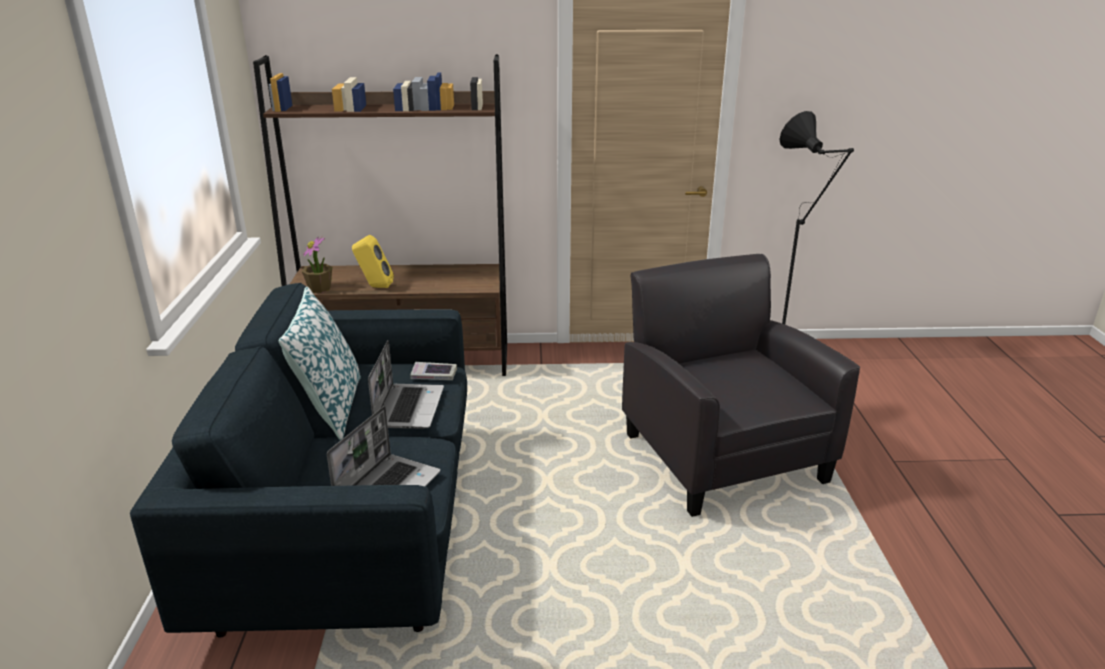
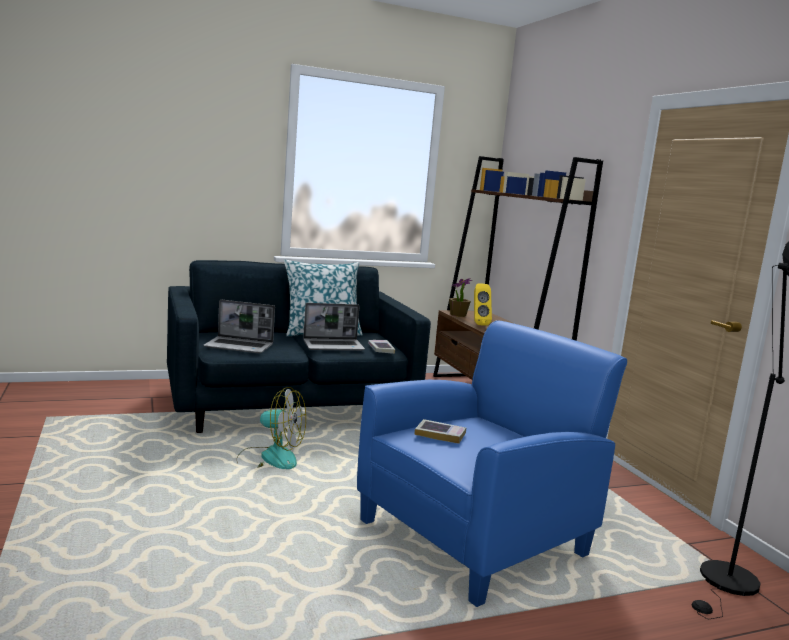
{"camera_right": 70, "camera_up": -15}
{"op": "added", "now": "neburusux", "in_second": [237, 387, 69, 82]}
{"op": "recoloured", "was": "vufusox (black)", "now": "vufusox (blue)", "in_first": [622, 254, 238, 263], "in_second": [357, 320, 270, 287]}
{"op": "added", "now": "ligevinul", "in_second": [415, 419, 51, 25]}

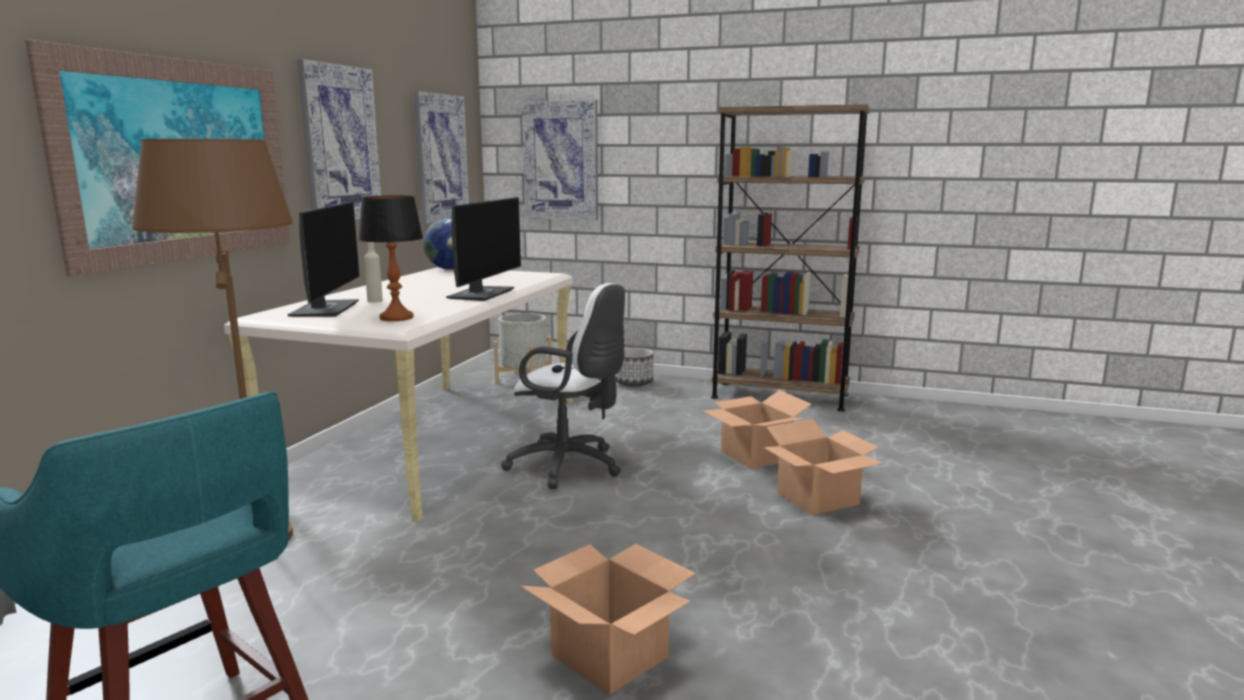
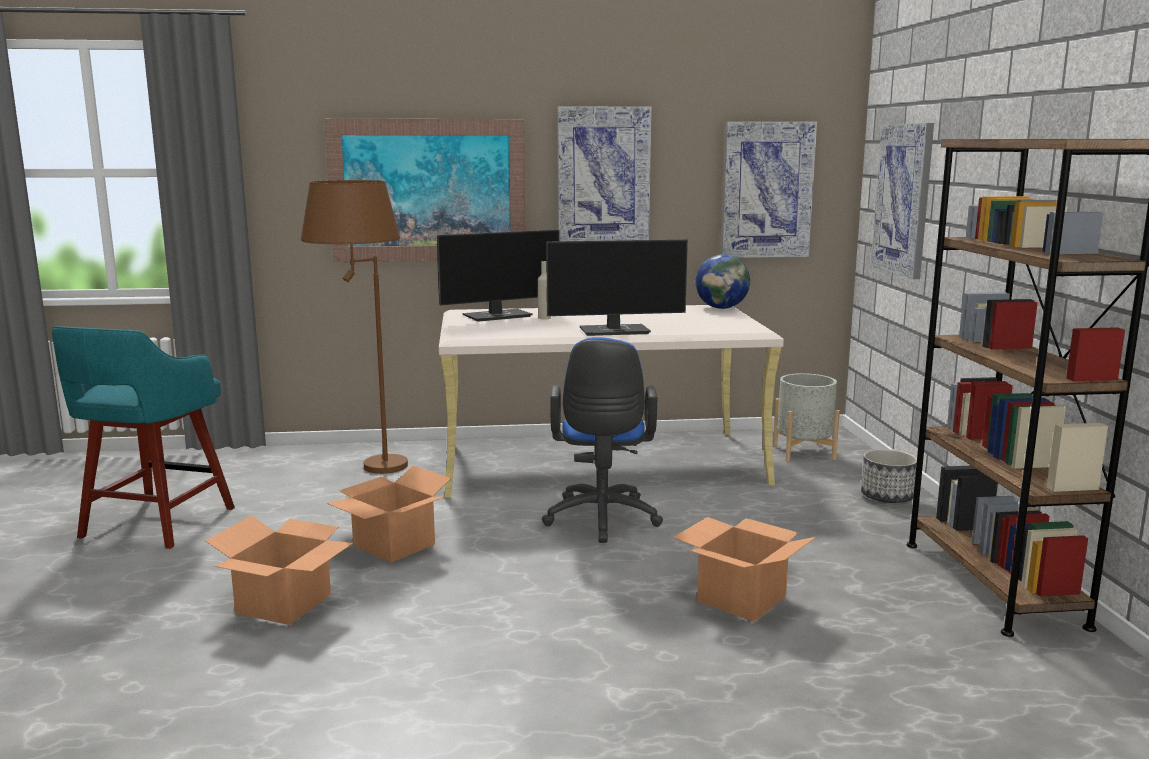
{"camera_right": 65, "camera_up": 0}
{"op": "moved", "was": "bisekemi", "in_first": [763, 419, 120, 96], "in_second": [327, 466, 124, 97]}
{"op": "recoloured", "was": "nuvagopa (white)", "now": "nuvagopa (blue)", "in_first": [501, 283, 124, 206], "in_second": [542, 337, 121, 206]}
{"op": "removed", "was": "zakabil", "in_first": [358, 195, 65, 126]}

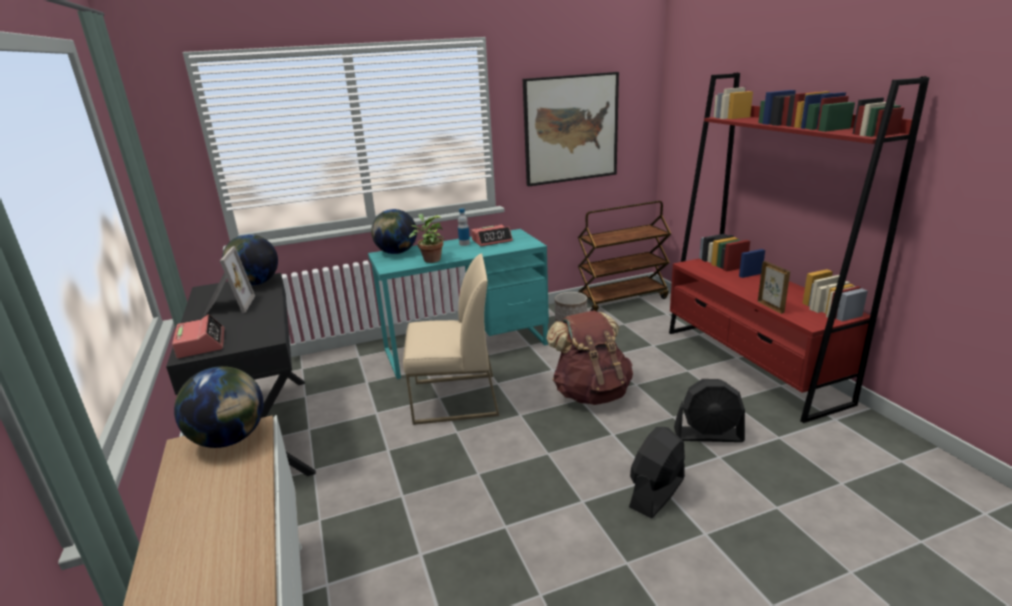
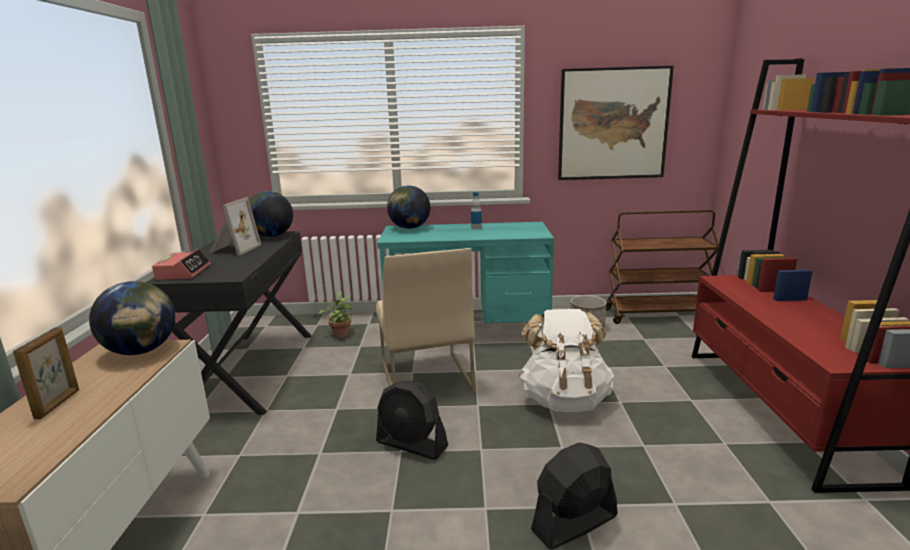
{"camera_right": 20, "camera_up": -5}
{"op": "moved", "was": "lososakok", "in_first": [758, 261, 32, 53], "in_second": [13, 327, 66, 92]}
{"op": "moved", "was": "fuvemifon", "in_first": [409, 214, 35, 49], "in_second": [319, 292, 33, 46]}
{"op": "turned", "was": "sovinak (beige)", "in_first": [403, 254, 96, 171], "in_second": [376, 248, 100, 144], "clockwise": 60}
{"op": "moved", "was": "neburusux (black)", "in_first": [674, 379, 71, 63], "in_second": [376, 381, 72, 79]}
{"op": "recoloured", "was": "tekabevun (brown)", "now": "tekabevun (white)", "in_first": [546, 310, 87, 95], "in_second": [519, 309, 95, 103]}
{"op": "removed", "was": "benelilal", "in_first": [471, 224, 42, 22]}

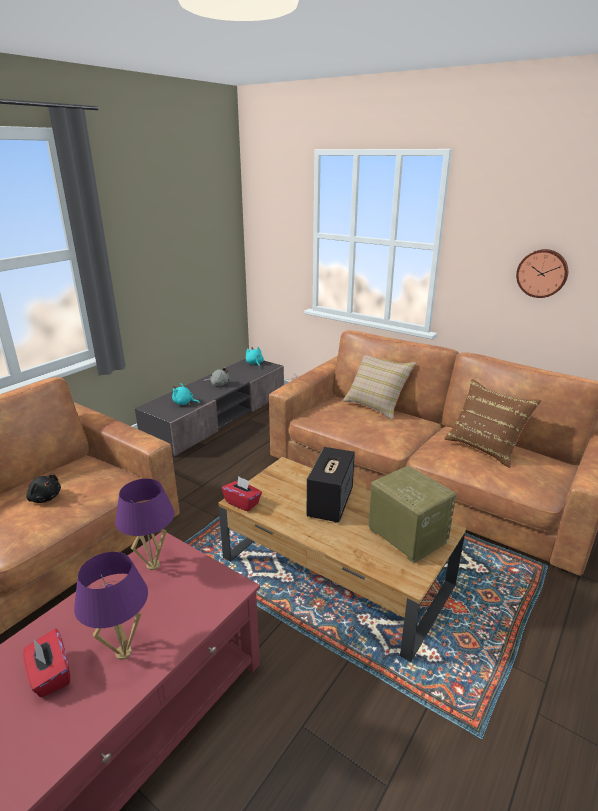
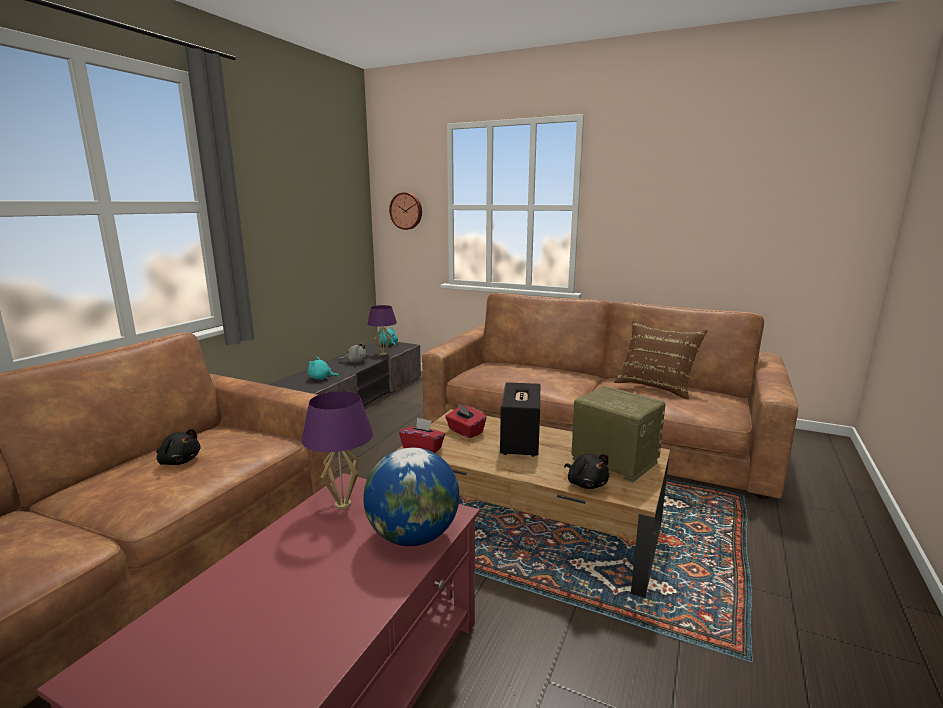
{"camera_right": -10, "camera_up": -10}
{"op": "added", "now": "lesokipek", "in_second": [363, 447, 96, 99]}
{"op": "moved", "was": "zakabil (purple)", "in_first": [74, 552, 74, 108], "in_second": [368, 305, 29, 50]}
{"op": "moved", "was": "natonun", "in_first": [516, 249, 52, 49], "in_second": [389, 192, 33, 38]}
{"op": "moved", "was": "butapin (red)", "in_first": [23, 629, 47, 68], "in_second": [445, 403, 41, 35]}
{"op": "added", "now": "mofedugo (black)", "in_second": [564, 454, 45, 35]}
{"op": "removed", "was": "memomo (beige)", "in_first": [343, 355, 73, 65]}

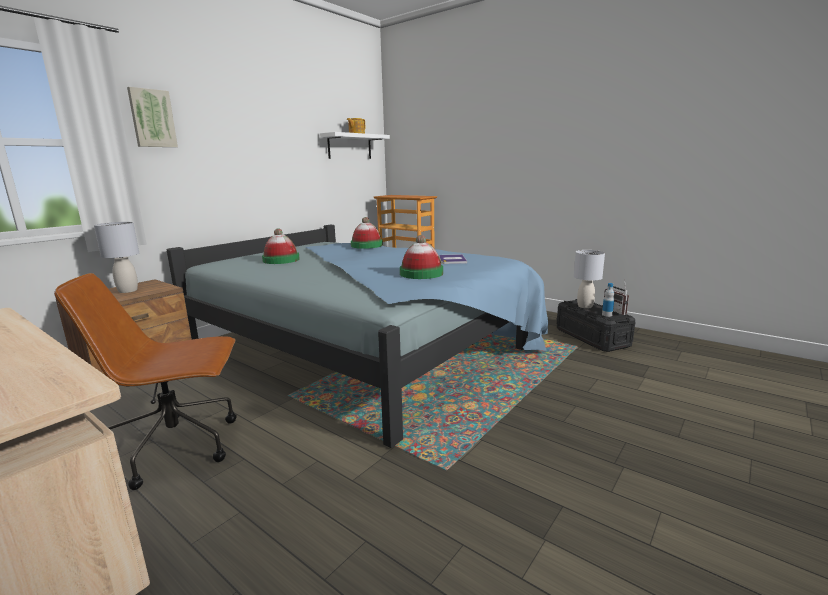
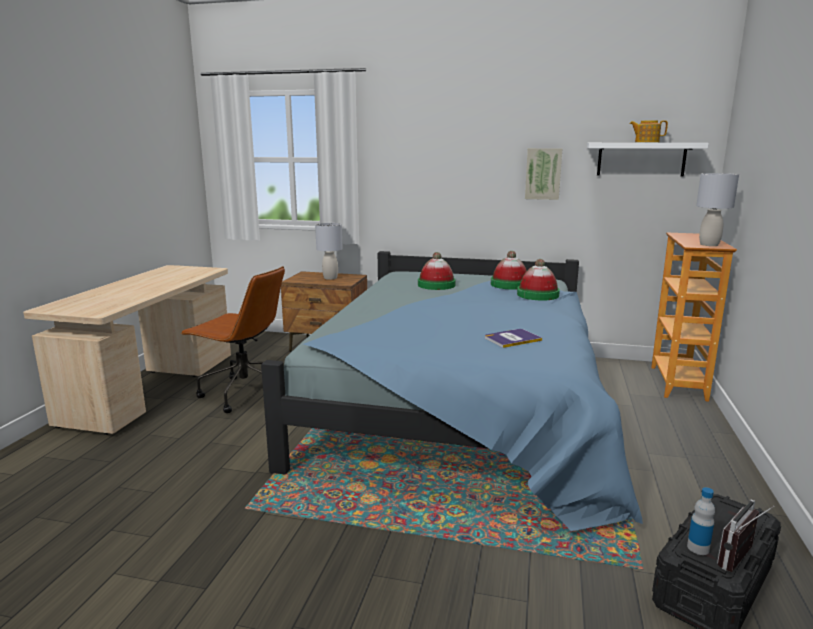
{"camera_right": 65, "camera_up": 0}
{"op": "turned", "was": "nuvagopa (brown)", "in_first": [54, 273, 183, 217], "in_second": [180, 266, 105, 147], "clockwise": 150}
{"op": "moved", "was": "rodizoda", "in_first": [400, 235, 43, 44], "in_second": [491, 251, 36, 39]}
{"op": "moved", "was": "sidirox", "in_first": [127, 87, 51, 60], "in_second": [525, 148, 38, 52]}
{"op": "moved", "was": "zakabil (grey)", "in_first": [574, 250, 31, 59], "in_second": [696, 173, 43, 73]}

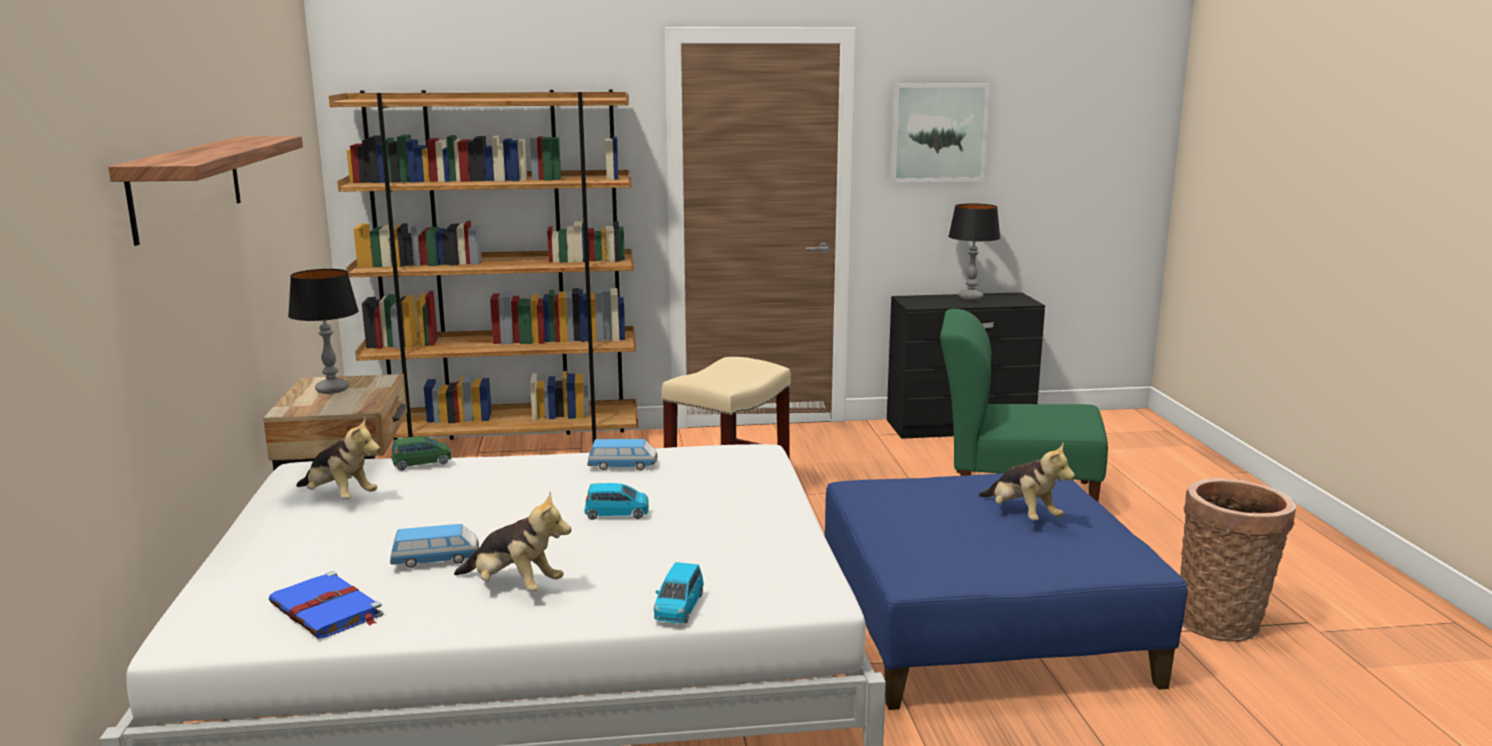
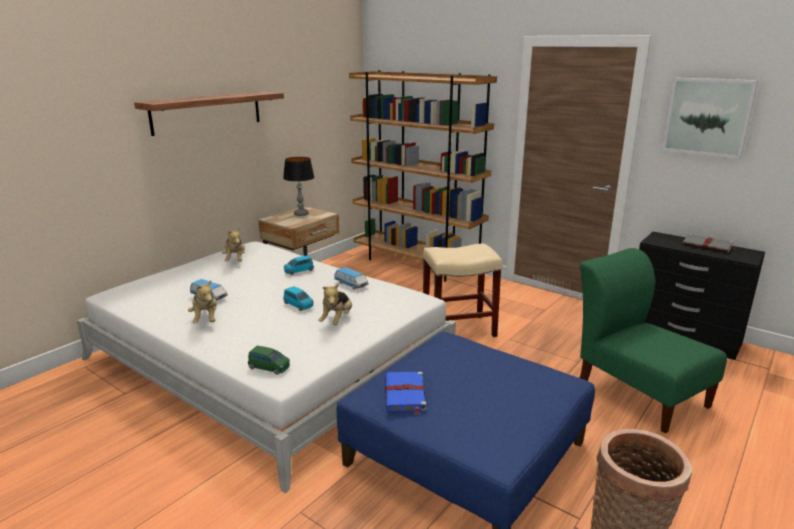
{"camera_right": 45, "camera_up": 5}
{"op": "moved", "was": "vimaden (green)", "in_first": [391, 436, 60, 35], "in_second": [248, 346, 42, 29]}
{"op": "moved", "was": "vimaden (blue)", "in_first": [654, 562, 49, 61], "in_second": [284, 256, 30, 19]}
{"op": "moved", "was": "mofedugo", "in_first": [979, 442, 96, 78], "in_second": [318, 283, 34, 42]}
{"op": "moved", "was": "ligevinul (blue)", "in_first": [269, 571, 115, 68], "in_second": [385, 372, 42, 42]}
{"op": "replaced", "was": "zakabil", "now": "ligevinul (grey)", "in_first": [948, 203, 53, 97], "in_second": [682, 234, 54, 19]}

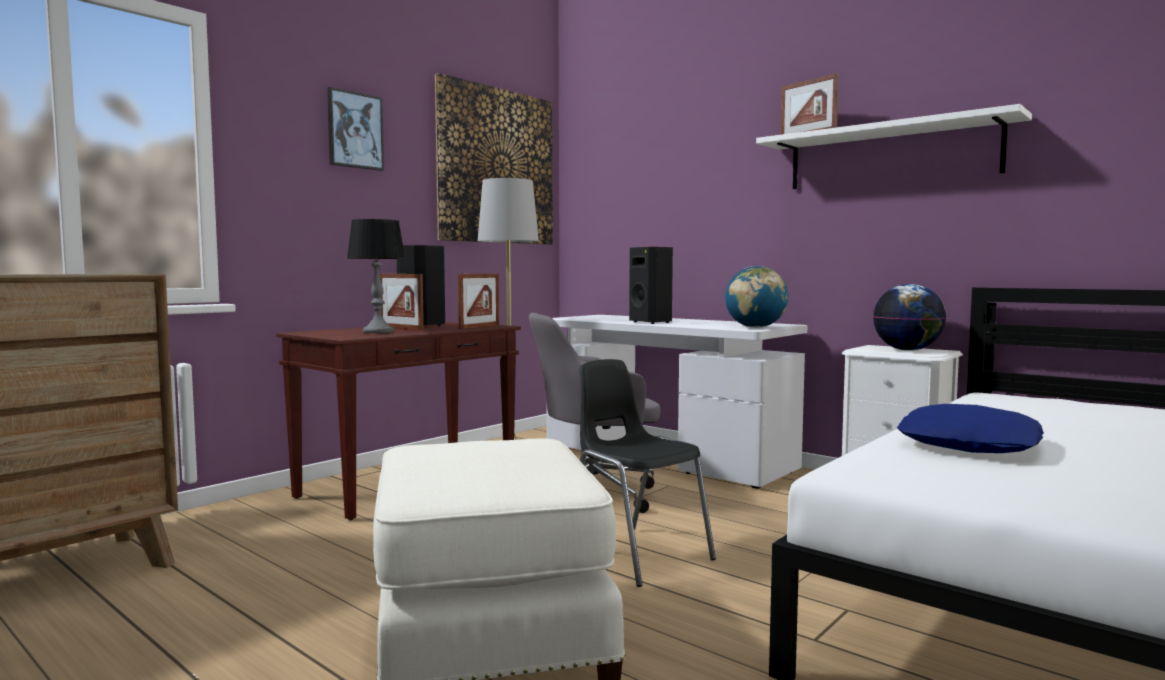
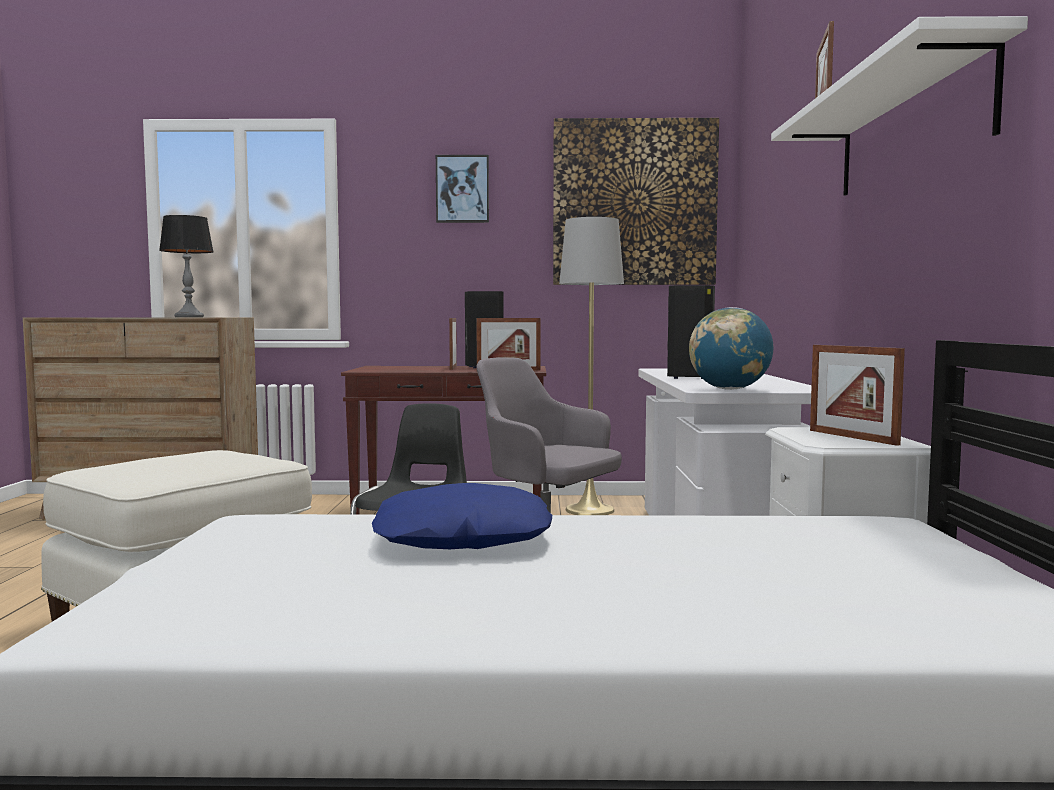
{"camera_right": 50, "camera_up": 0}
{"op": "moved", "was": "zakabil", "in_first": [347, 219, 59, 114], "in_second": [159, 215, 55, 102]}
{"op": "replaced", "was": "lesokipek", "now": "lososakok", "in_first": [873, 284, 73, 67], "in_second": [810, 345, 95, 101]}

